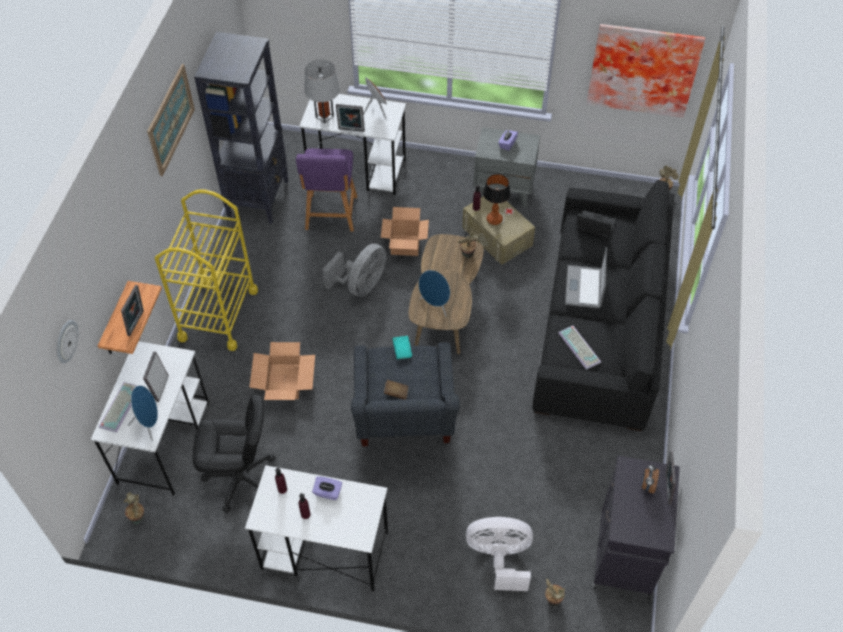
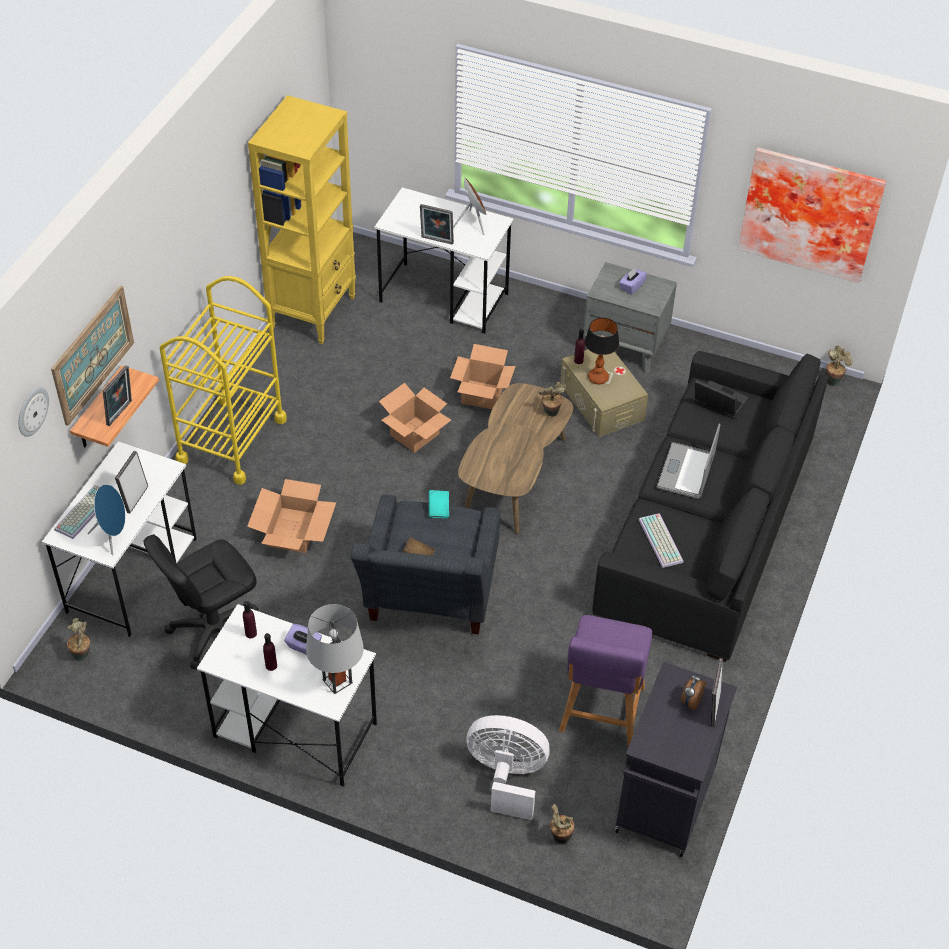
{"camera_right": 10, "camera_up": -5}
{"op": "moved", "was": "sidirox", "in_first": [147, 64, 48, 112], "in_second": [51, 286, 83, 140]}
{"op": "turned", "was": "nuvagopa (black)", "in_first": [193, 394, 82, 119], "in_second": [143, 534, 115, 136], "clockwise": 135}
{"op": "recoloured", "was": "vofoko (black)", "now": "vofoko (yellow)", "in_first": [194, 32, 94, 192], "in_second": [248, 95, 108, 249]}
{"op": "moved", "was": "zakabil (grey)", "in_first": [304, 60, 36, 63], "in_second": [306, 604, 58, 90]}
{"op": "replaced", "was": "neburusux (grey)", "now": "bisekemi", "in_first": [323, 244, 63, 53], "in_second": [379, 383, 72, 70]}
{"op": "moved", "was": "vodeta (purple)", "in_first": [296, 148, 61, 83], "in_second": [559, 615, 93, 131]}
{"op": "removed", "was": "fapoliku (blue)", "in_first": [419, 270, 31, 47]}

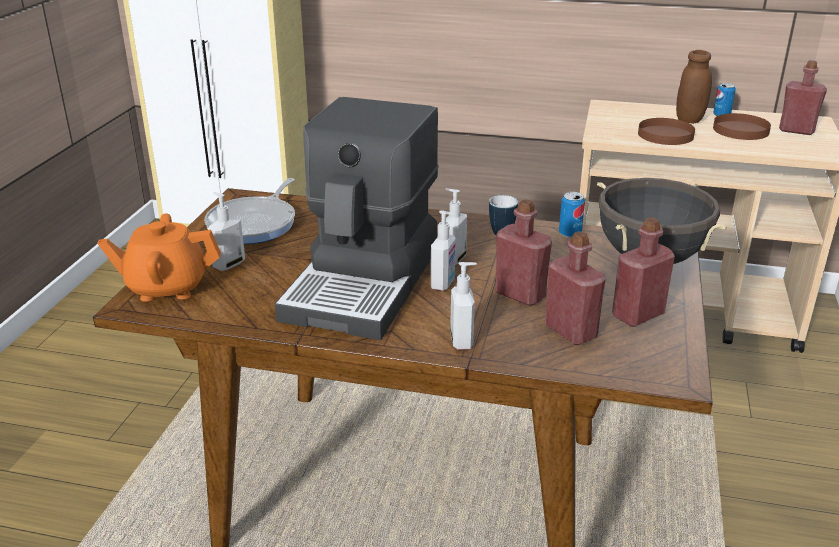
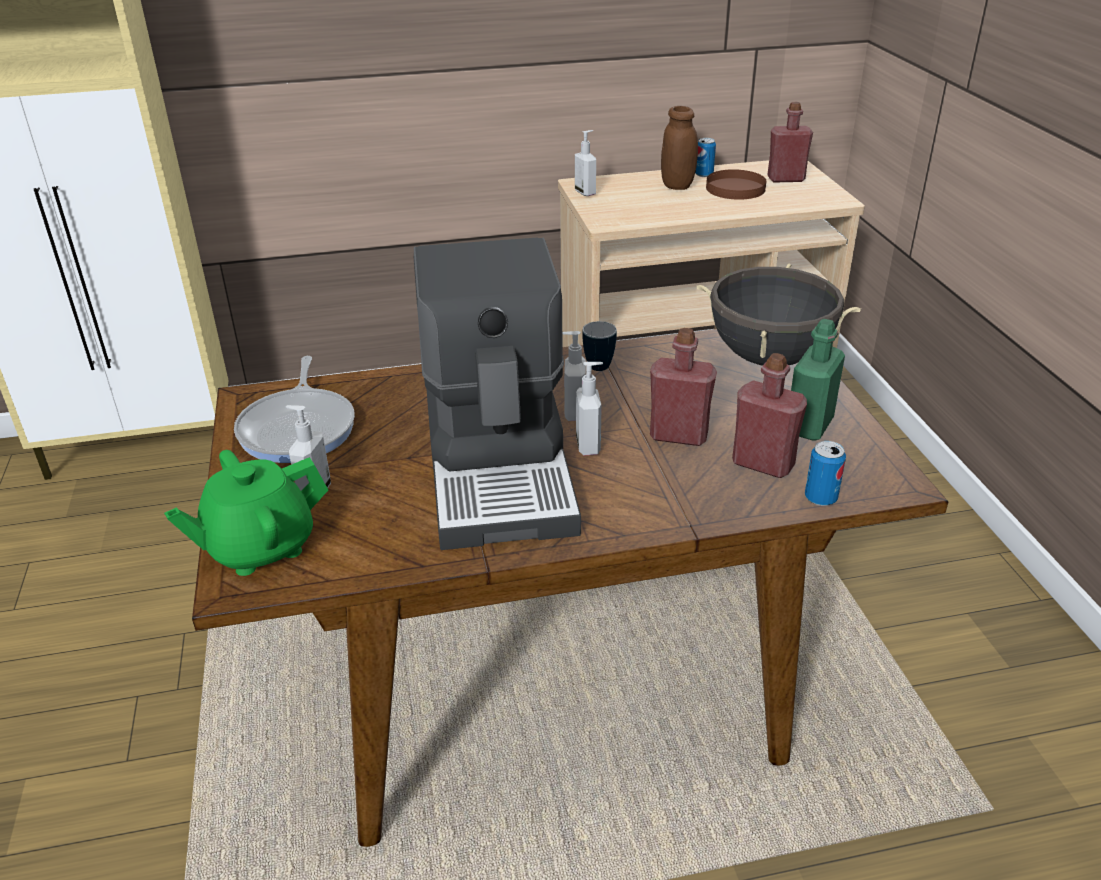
{"camera_right": -25, "camera_up": 5}
{"op": "recoloured", "was": "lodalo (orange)", "now": "lodalo (green)", "in_first": [98, 214, 123, 88], "in_second": [164, 450, 164, 126]}
{"op": "moved", "was": "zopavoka", "in_first": [450, 262, 27, 88], "in_second": [575, 130, 21, 66]}
{"op": "recoloured", "was": "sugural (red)", "now": "sugural (green)", "in_first": [612, 217, 63, 110], "in_second": [791, 319, 54, 122]}
{"op": "moved", "was": "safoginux", "in_first": [559, 192, 26, 46], "in_second": [805, 441, 41, 65]}
{"op": "removed", "was": "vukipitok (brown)", "in_first": [638, 118, 57, 27]}

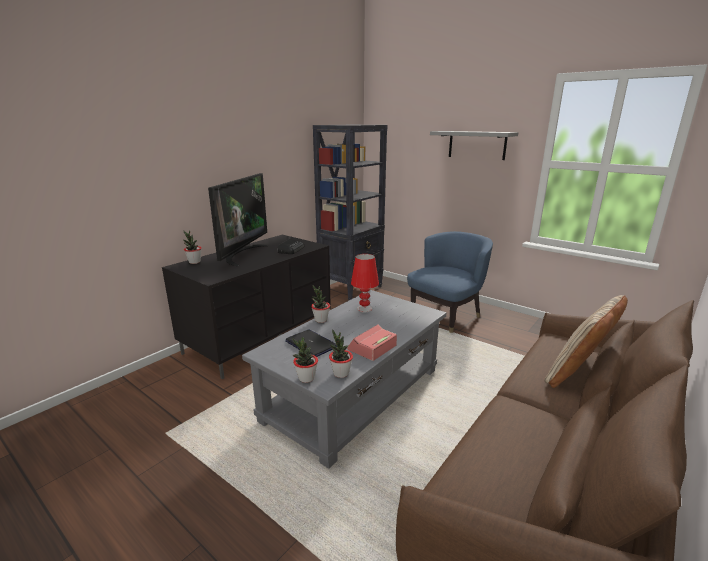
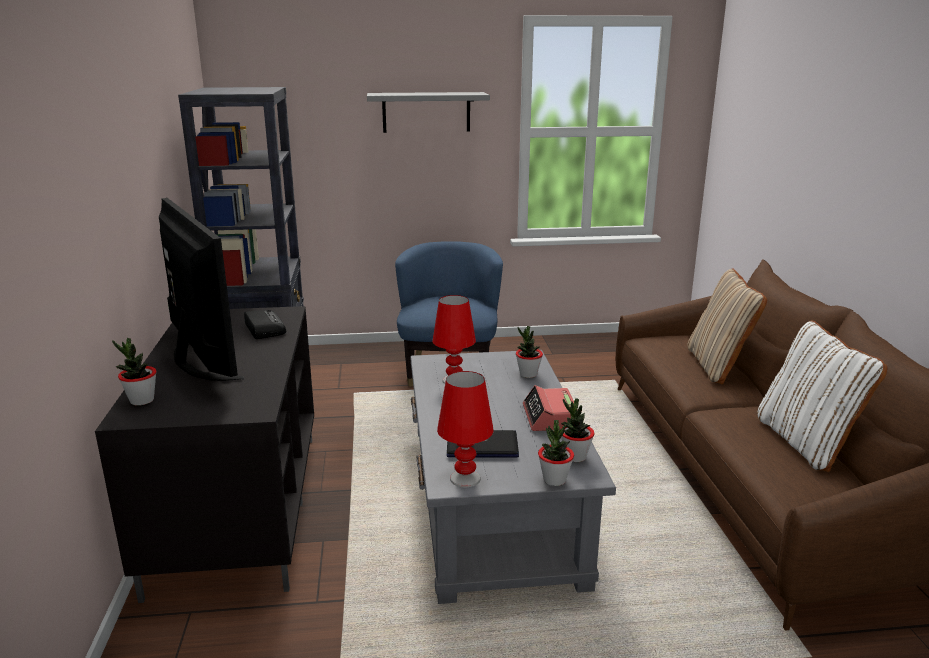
{"camera_right": -45, "camera_up": 0}
{"op": "added", "now": "zakabil (red)", "in_second": [437, 371, 57, 116]}
{"op": "moved", "was": "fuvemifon", "in_first": [311, 286, 19, 37], "in_second": [516, 326, 27, 52]}
{"op": "added", "now": "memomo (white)", "in_second": [757, 321, 130, 151]}

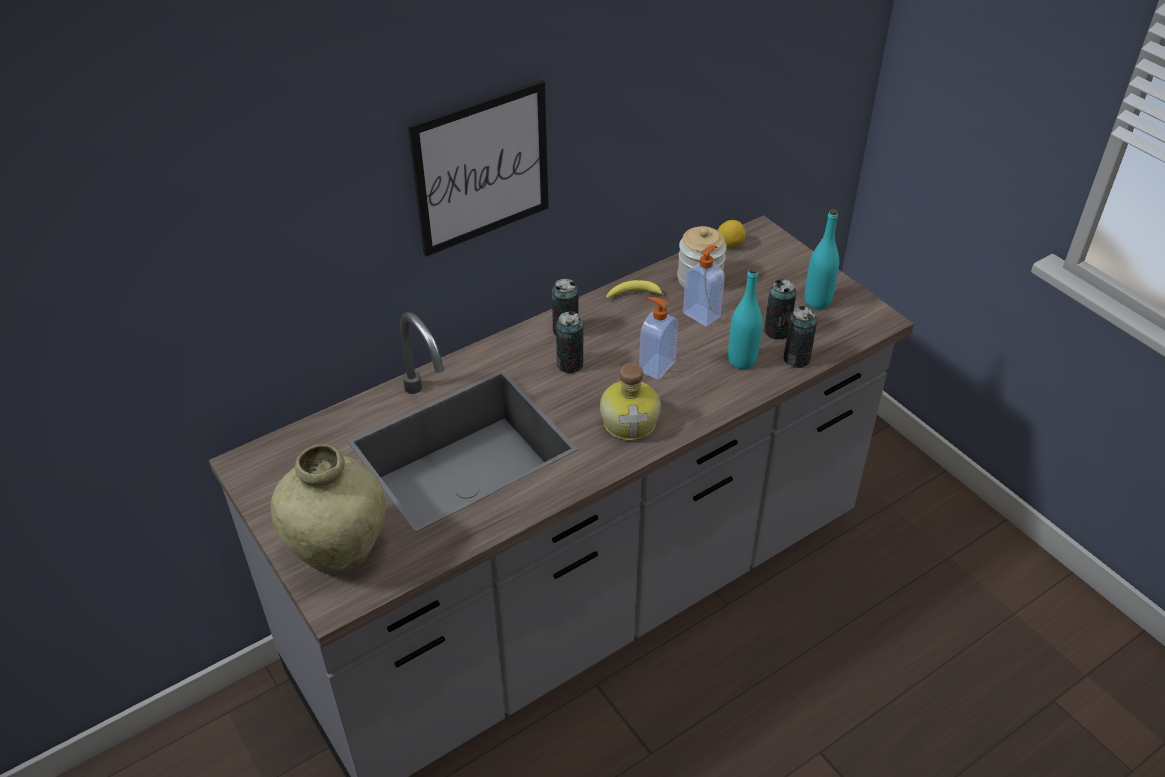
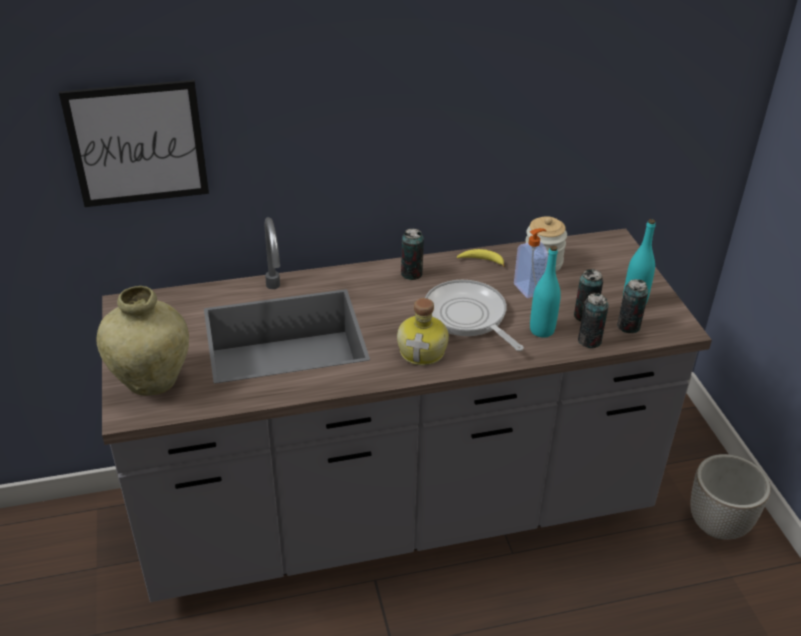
{"camera_right": 20, "camera_up": -5}
{"op": "moved", "was": "sidirox", "in_first": [408, 80, 140, 177], "in_second": [59, 80, 150, 127]}
{"op": "replaced", "was": "zopavoka", "now": "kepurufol", "in_first": [639, 297, 39, 83], "in_second": [425, 280, 99, 71]}
{"op": "moved", "was": "safoginux", "in_first": [556, 311, 27, 62], "in_second": [617, 279, 32, 54]}
{"op": "added", "now": "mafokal", "in_second": [690, 454, 81, 85]}
{"op": "removed", "was": "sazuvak", "in_first": [718, 220, 28, 27]}

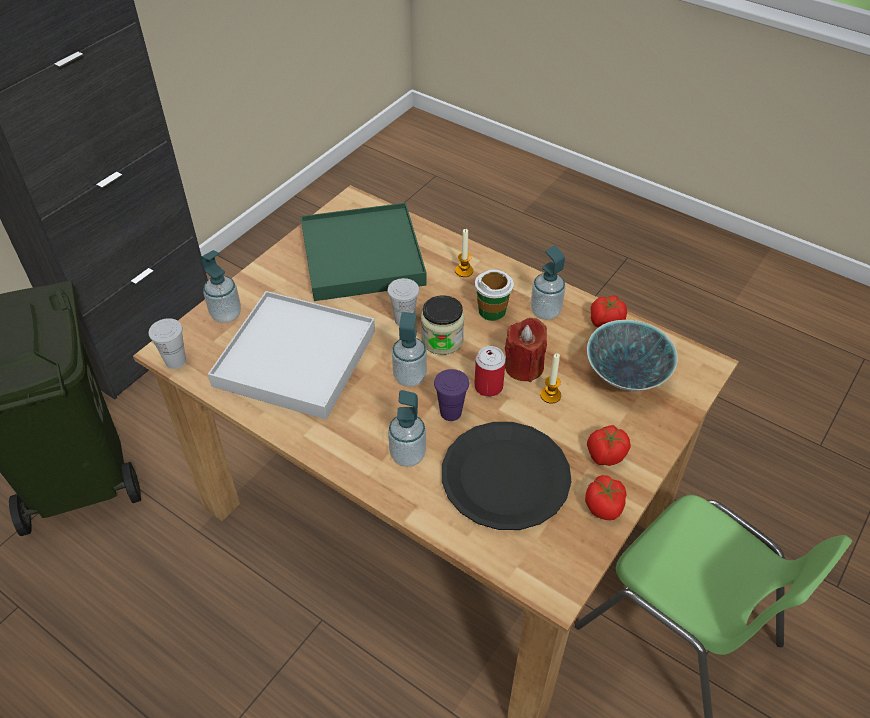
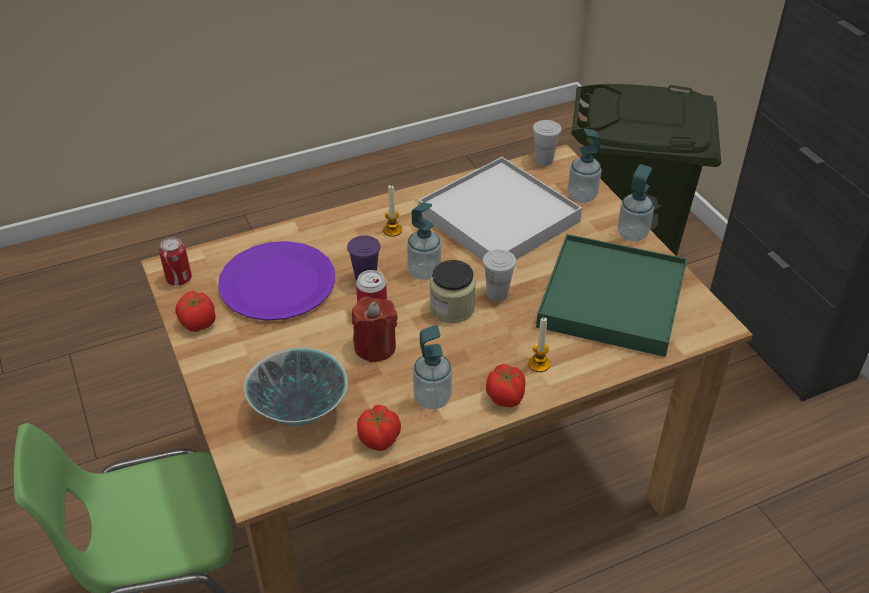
{"camera_right": 120, "camera_up": -5}
{"op": "added", "now": "safoginux", "in_second": [159, 237, 33, 49]}
{"op": "recoloured", "was": "vukipitok (black)", "now": "vukipitok (purple)", "in_first": [442, 422, 130, 108], "in_second": [218, 241, 117, 80]}
{"op": "moved", "was": "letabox", "in_first": [540, 354, 21, 50], "in_second": [383, 185, 19, 52]}
{"op": "moved", "was": "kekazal", "in_first": [587, 425, 44, 41], "in_second": [486, 364, 40, 43]}
{"op": "moved", "was": "zopavoka", "in_first": [388, 390, 38, 77], "in_second": [617, 164, 37, 78]}
{"op": "removed", "was": "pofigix", "in_first": [475, 270, 39, 51]}

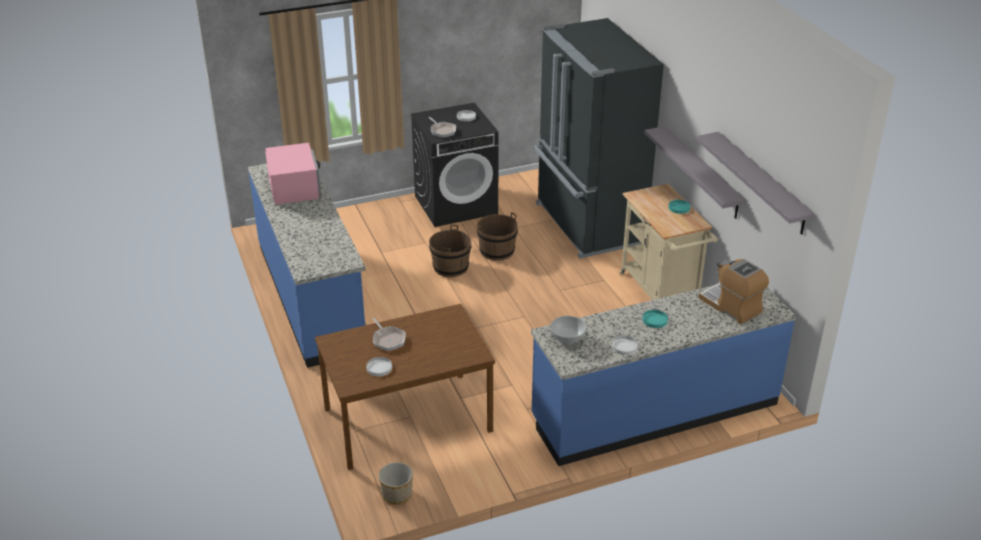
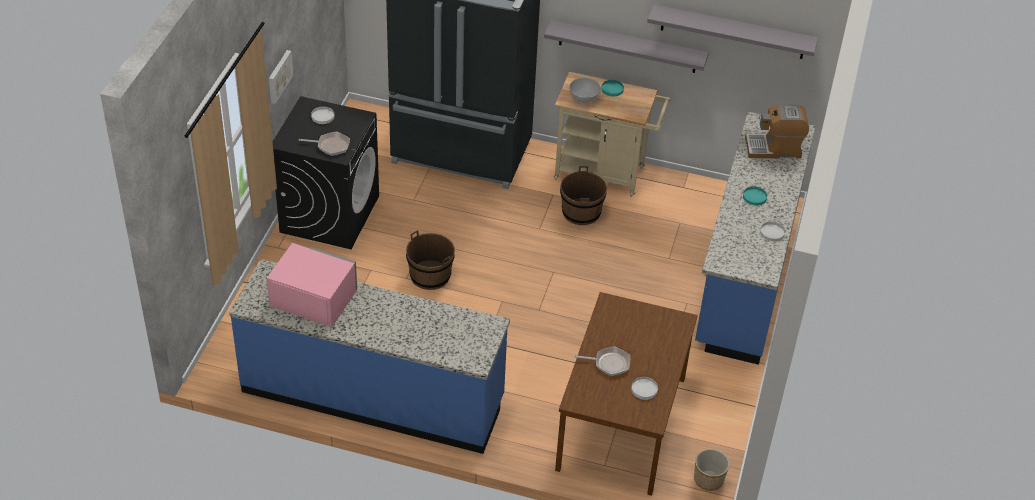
{"camera_right": -55, "camera_up": 10}
{"op": "added", "now": "sidirox", "in_second": [269, 50, 24, 54]}
{"op": "moved", "was": "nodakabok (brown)", "in_first": [477, 212, 41, 49], "in_second": [560, 166, 47, 59]}
{"op": "moved", "was": "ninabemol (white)", "in_first": [550, 316, 37, 28], "in_second": [569, 78, 32, 25]}

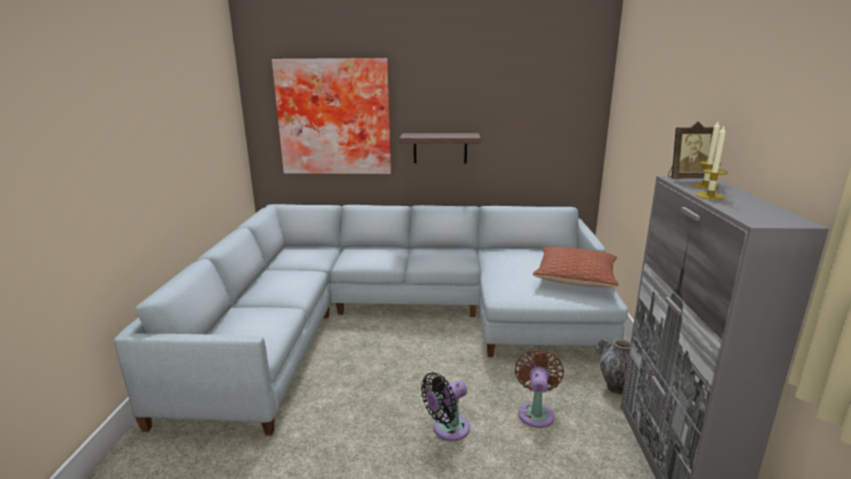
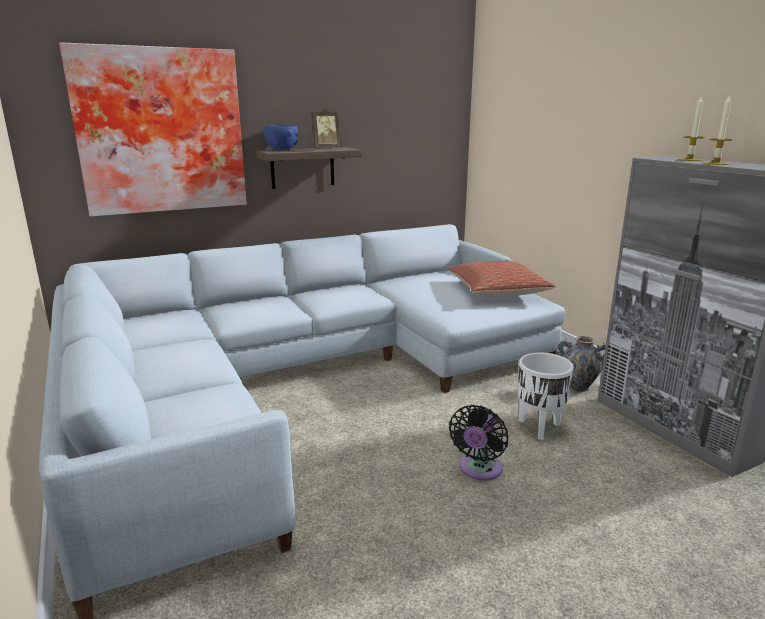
{"camera_right": -30, "camera_up": 0}
{"op": "added", "now": "ninabemol (blue)", "in_second": [262, 125, 36, 26]}
{"op": "moved", "was": "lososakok", "in_first": [668, 121, 48, 58], "in_second": [311, 107, 30, 42]}
{"op": "replaced", "was": "neburusux (brown)", "now": "mafokal (white)", "in_first": [515, 349, 49, 79], "in_second": [518, 352, 56, 88]}

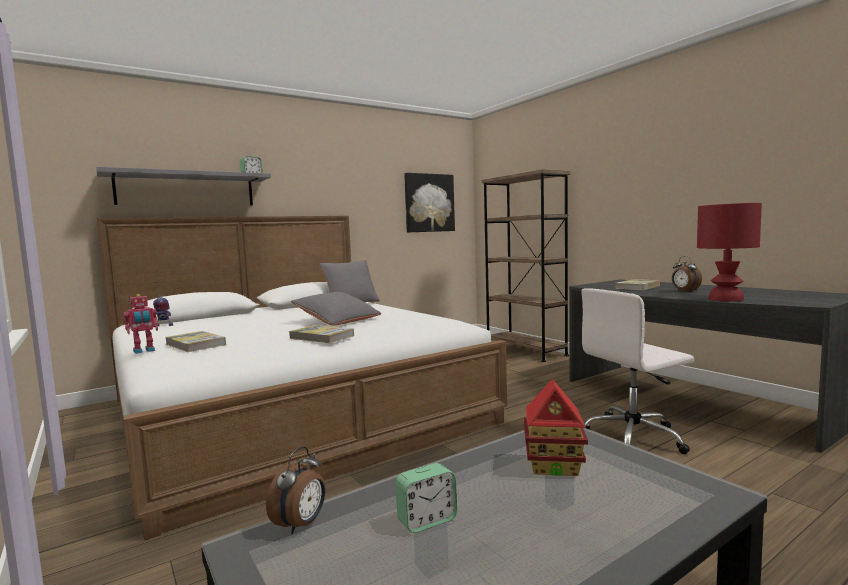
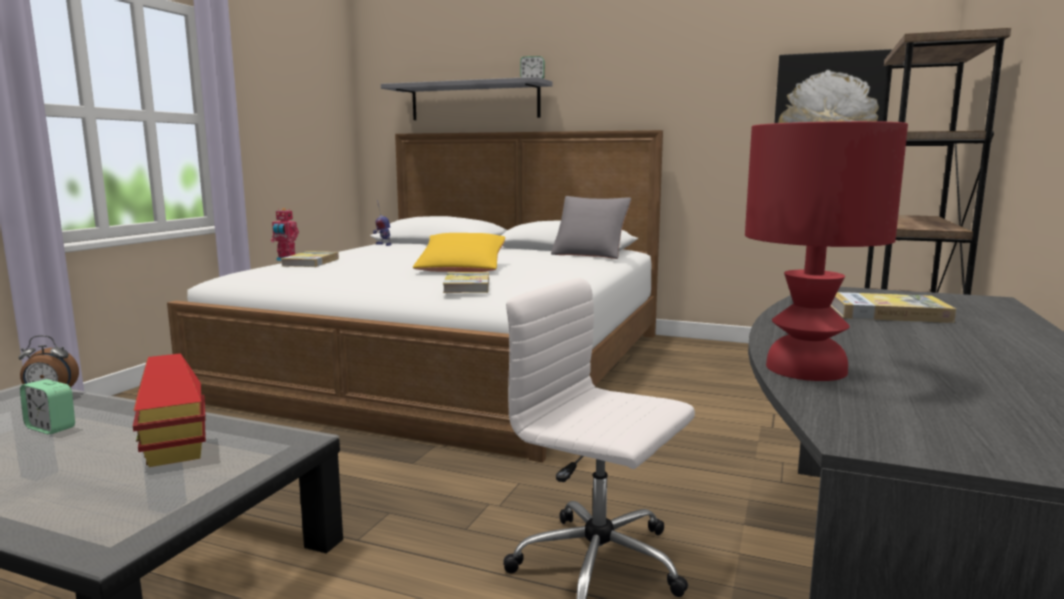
{"camera_right": 55, "camera_up": 5}
{"op": "recoloured", "was": "memomo (grey)", "now": "memomo (yellow)", "in_first": [291, 292, 91, 34], "in_second": [413, 233, 92, 39]}
{"op": "moved", "was": "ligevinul", "in_first": [289, 325, 65, 18], "in_second": [443, 272, 46, 21]}
{"op": "removed", "was": "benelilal", "in_first": [672, 256, 30, 36]}

